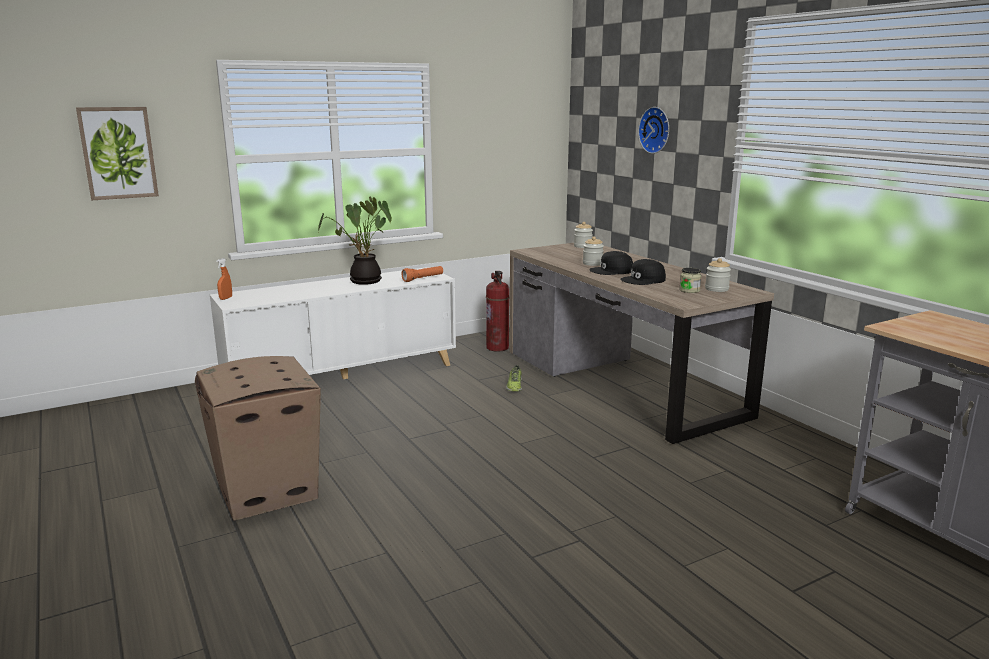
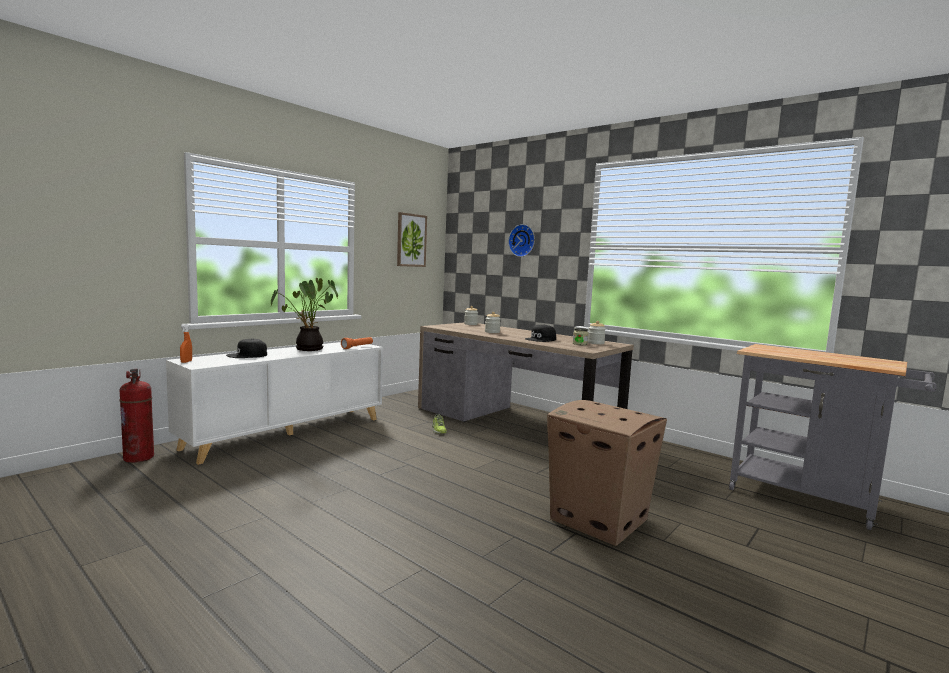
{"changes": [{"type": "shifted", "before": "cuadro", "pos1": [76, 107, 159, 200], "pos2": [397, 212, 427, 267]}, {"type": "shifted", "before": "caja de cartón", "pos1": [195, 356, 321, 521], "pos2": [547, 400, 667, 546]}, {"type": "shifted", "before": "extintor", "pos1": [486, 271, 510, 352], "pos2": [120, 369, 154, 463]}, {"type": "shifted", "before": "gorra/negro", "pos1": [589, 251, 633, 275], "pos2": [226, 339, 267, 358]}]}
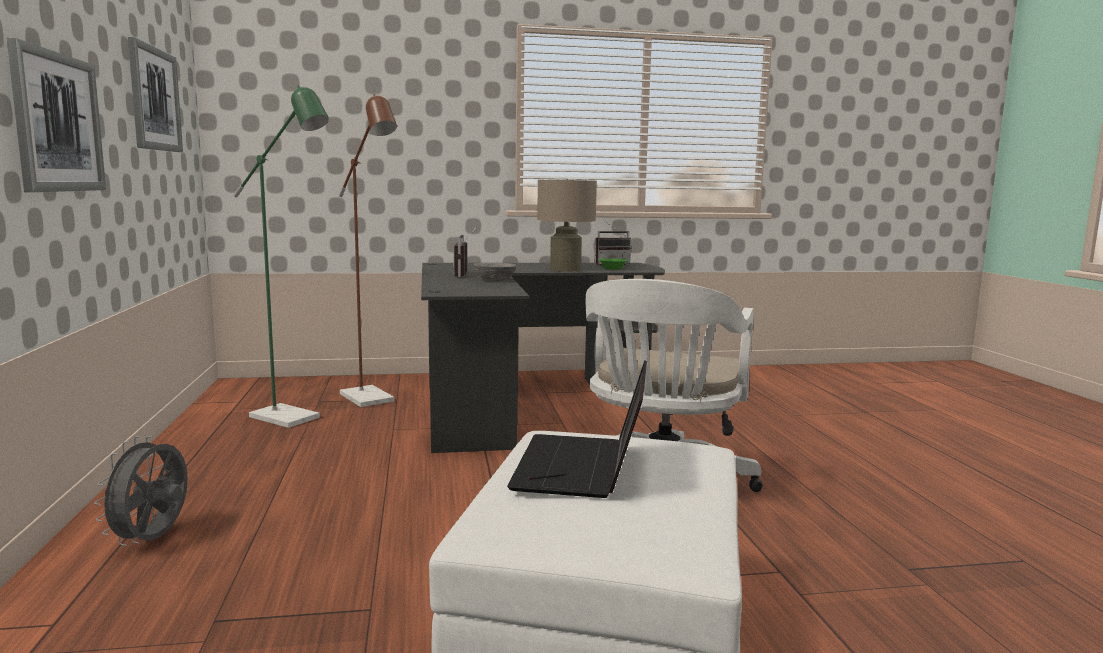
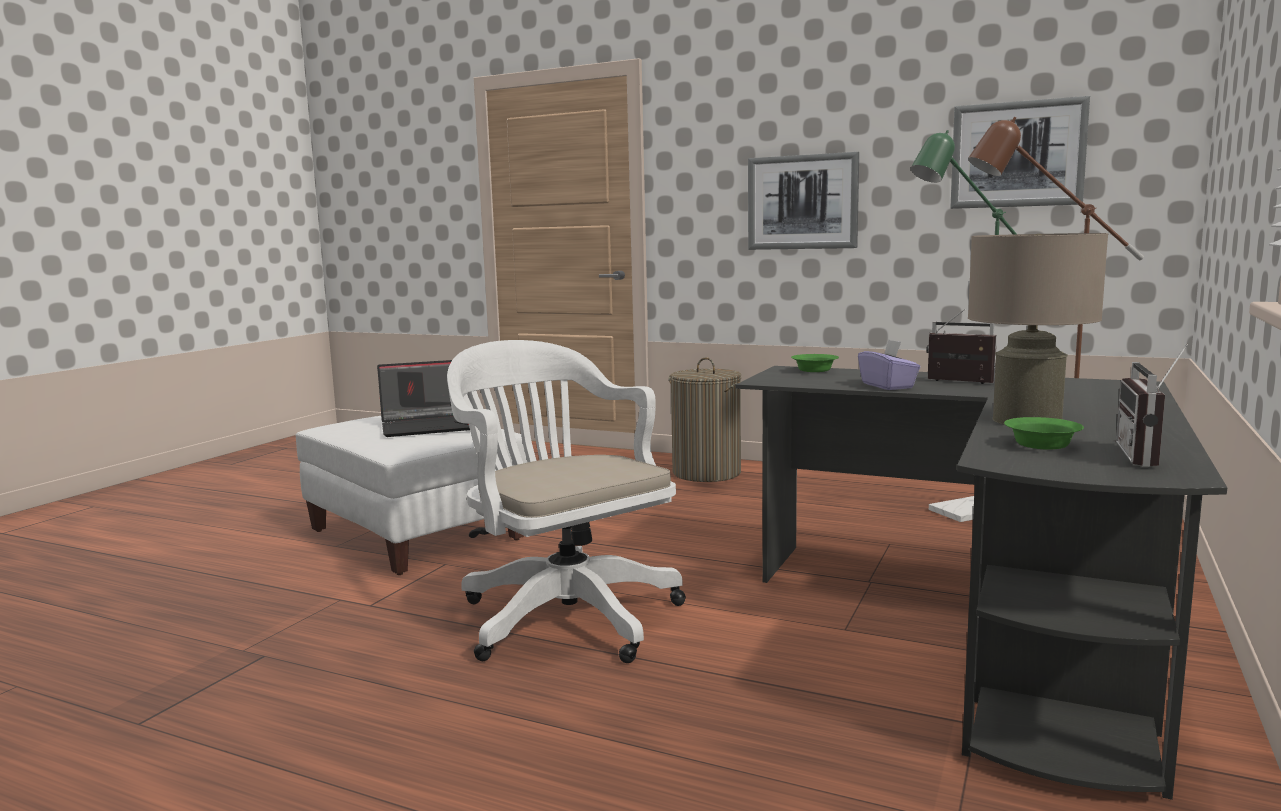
{"changes": [{"type": "new", "after": "cuenco/verde", "pos2": [791, 354, 839, 372]}, {"type": "swapped", "before": "ventilador/gris", "after": "cesto de la ropa", "pos1": [94, 436, 188, 546], "pos2": [669, 357, 741, 482]}, {"type": "swapped", "before": "cuenco/gris", "after": "caja de pañuelos/morado", "pos1": [473, 263, 516, 281], "pos2": [858, 340, 921, 390]}, {"type": "rotated", "before": "portátil", "pos1": [507, 360, 647, 498], "pos2": [377, 360, 470, 437], "turn": 120}]}
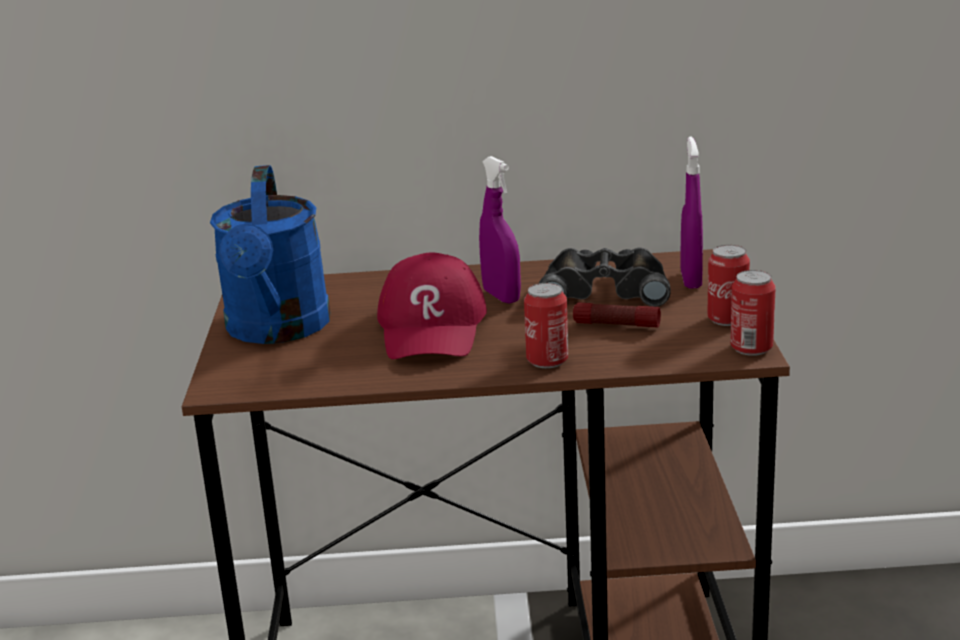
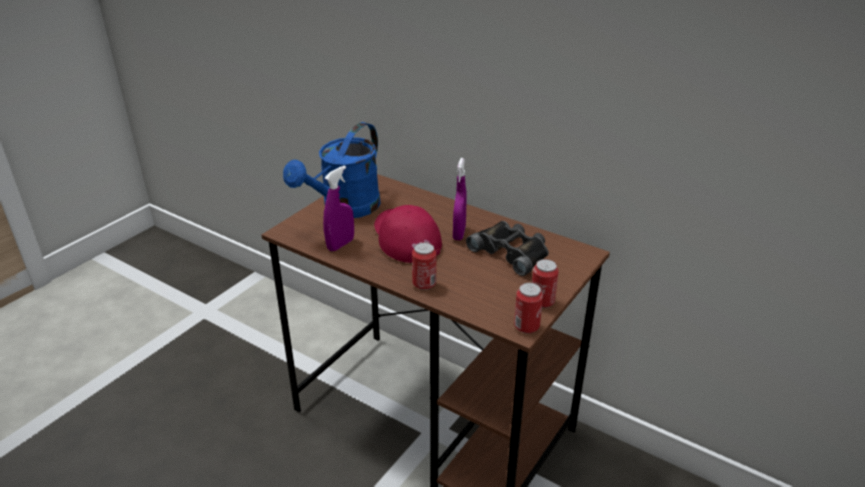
{"changes": [{"type": "gone", "before": "linterna", "pos1": [573, 302, 661, 327]}, {"type": "shifted", "before": "pulverizador/morado", "pos1": [680, 136, 703, 289], "pos2": [323, 165, 354, 251]}, {"type": "rotated", "before": "gorra/rojo", "pos1": [377, 253, 487, 359], "pos2": [374, 205, 442, 263], "turn": 120}]}
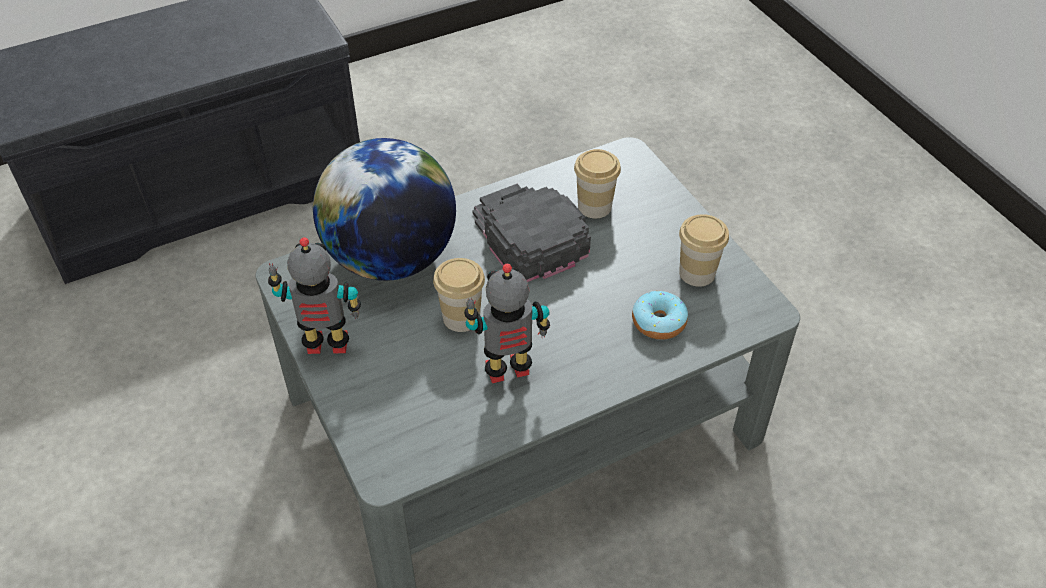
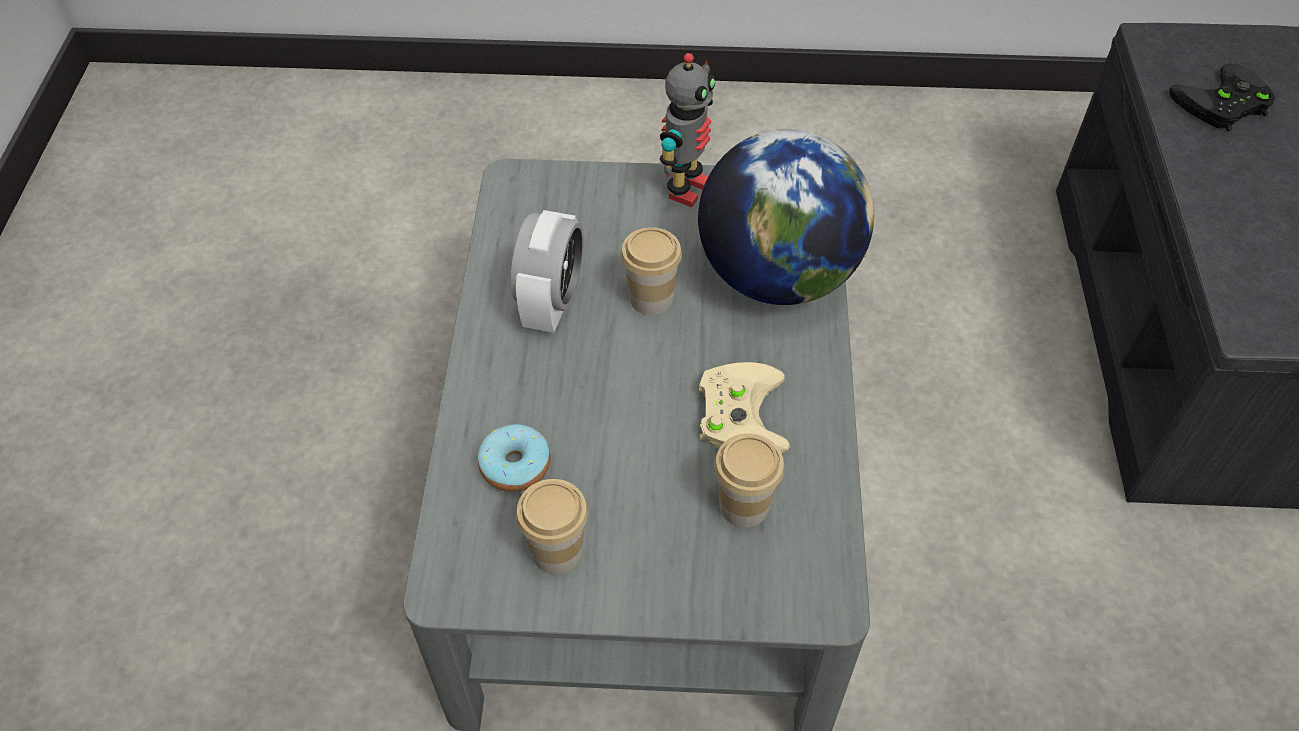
{"changes": [{"type": "new", "after": "mando de consola/negro", "pos2": [1169, 64, 1275, 132]}, {"type": "swapped", "before": "robot de juguete", "after": "despertador", "pos1": [464, 264, 550, 383], "pos2": [511, 210, 584, 333]}, {"type": "swapped", "before": "gorra/negro", "after": "mando de consola/beis", "pos1": [472, 184, 591, 282], "pos2": [699, 362, 790, 454]}]}
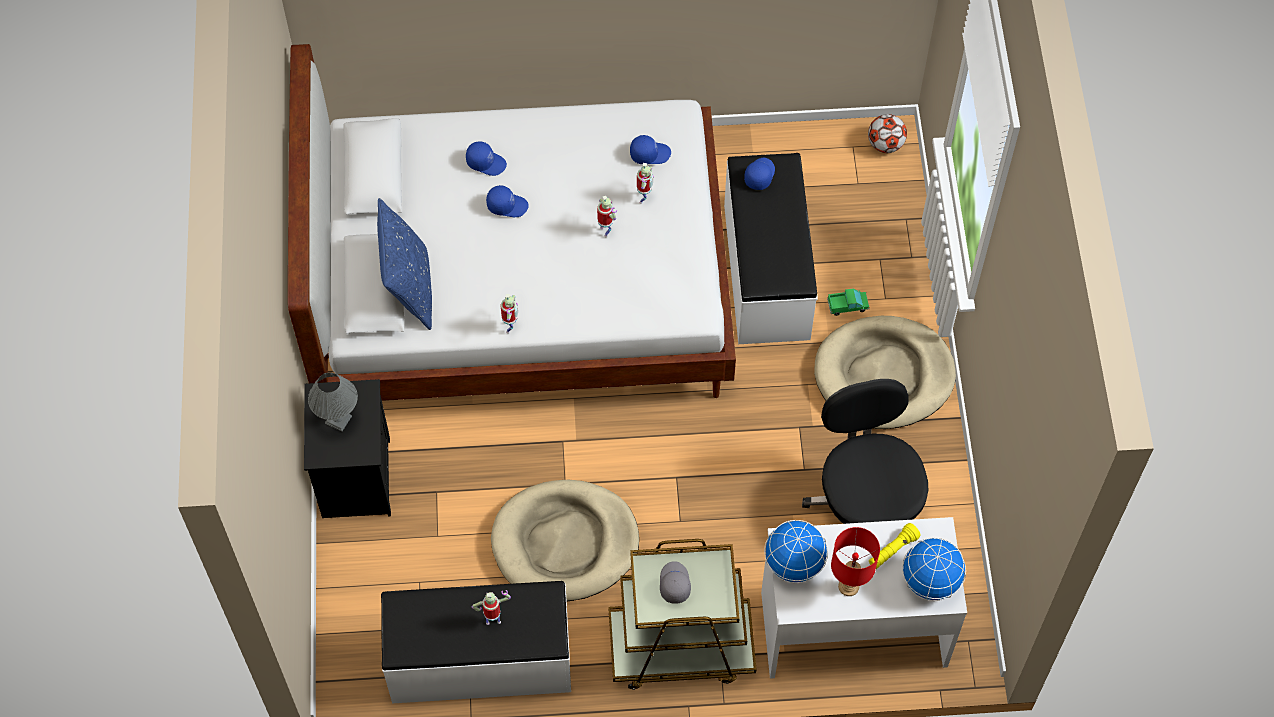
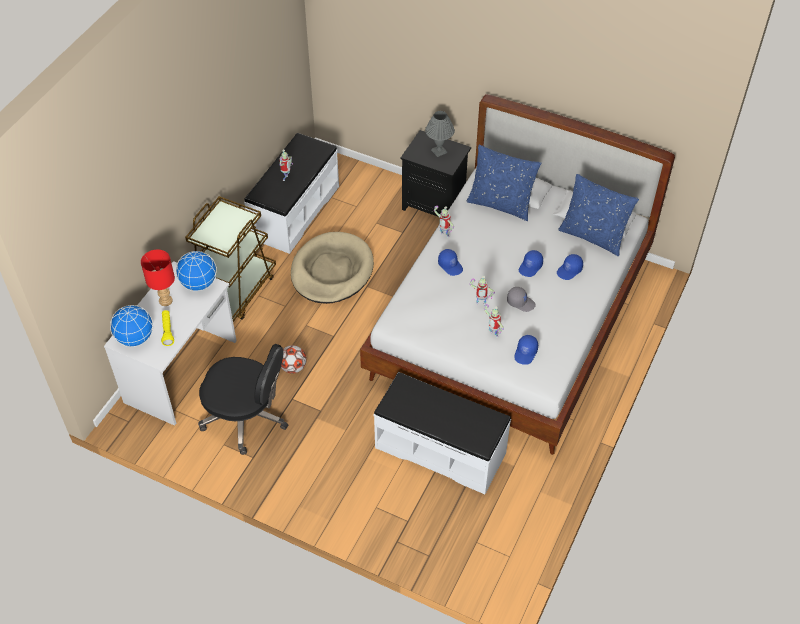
{"changes": [{"type": "gone", "before": "cama para perro/beis", "pos1": [814, 316, 956, 429]}, {"type": "gone", "before": "camión de juguete", "pos1": [827, 289, 869, 316]}, {"type": "new", "after": "cojín/azul", "pos2": [558, 174, 639, 256]}, {"type": "shifted", "before": "gorra/gris", "pos1": [660, 561, 691, 604], "pos2": [507, 287, 536, 312]}, {"type": "shifted", "before": "gorra/azul", "pos1": [744, 158, 775, 190], "pos2": [438, 249, 463, 276]}, {"type": "shifted", "before": "balón de fútbol", "pos1": [868, 114, 907, 153], "pos2": [281, 345, 307, 374]}]}
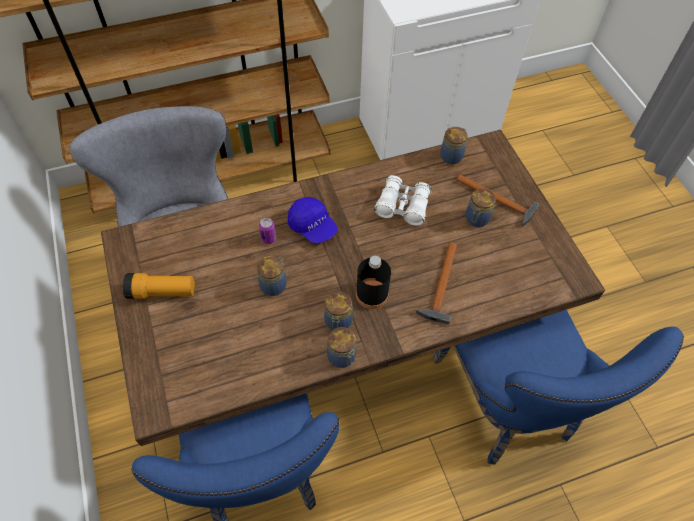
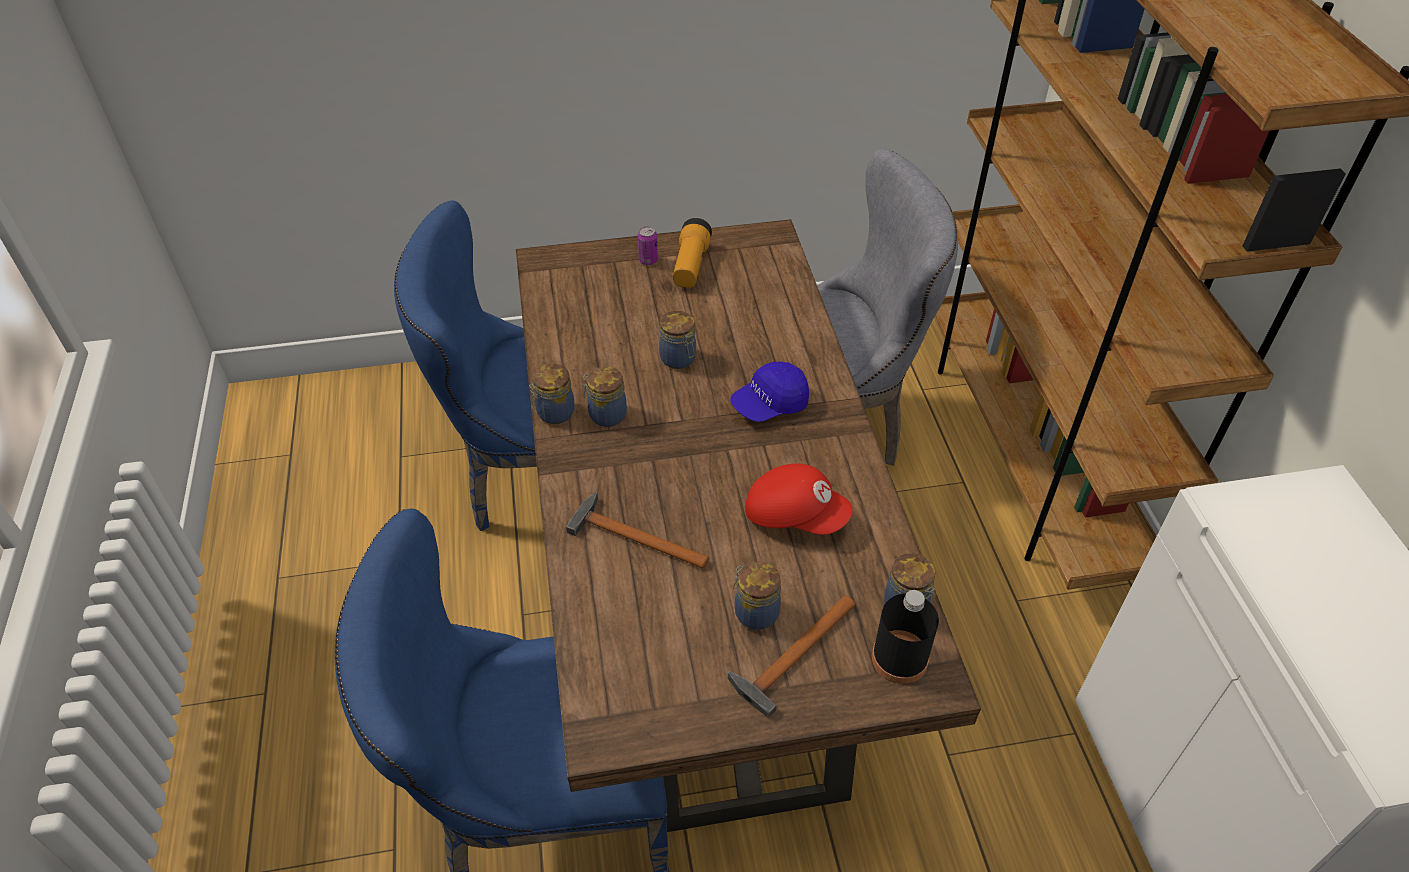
{"changes": [{"type": "shifted", "before": "lata", "pos1": [259, 218, 276, 244], "pos2": [638, 227, 658, 265]}, {"type": "shifted", "before": "botella/negro", "pos1": [356, 256, 391, 309], "pos2": [872, 590, 939, 684]}, {"type": "swapped", "before": "prismáticos/blanco", "after": "gorra/rojo", "pos1": [374, 175, 432, 225], "pos2": [745, 464, 853, 535]}]}
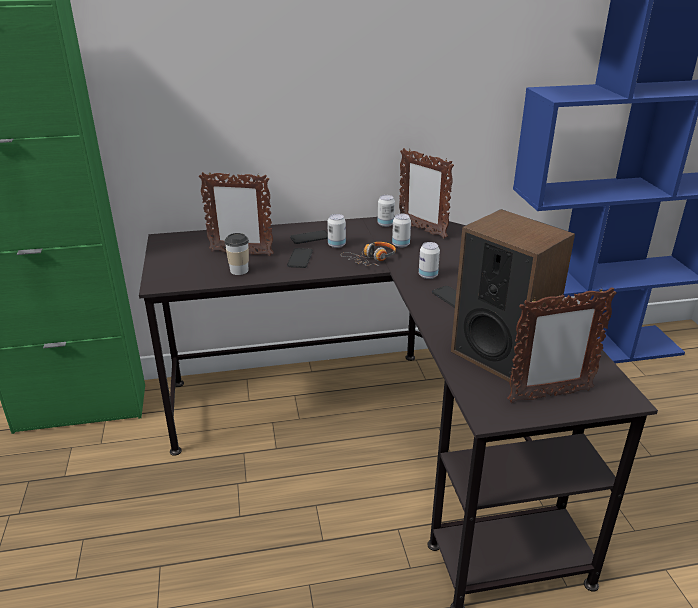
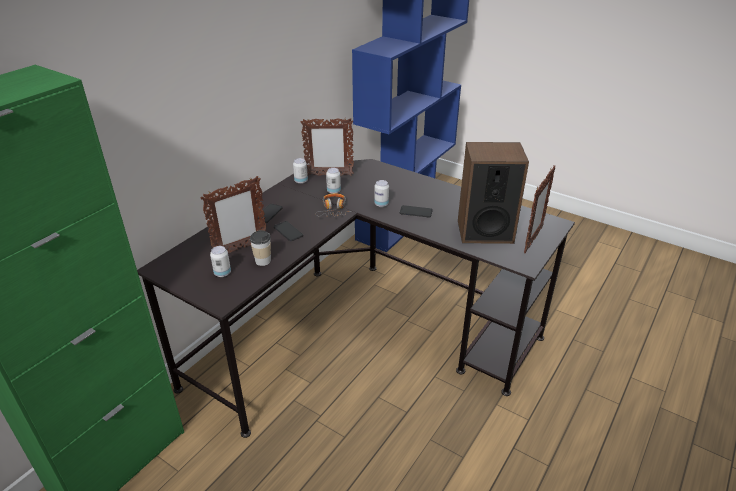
{"changes": [{"type": "shifted", "before": "lata", "pos1": [327, 214, 346, 248], "pos2": [210, 246, 231, 277]}]}
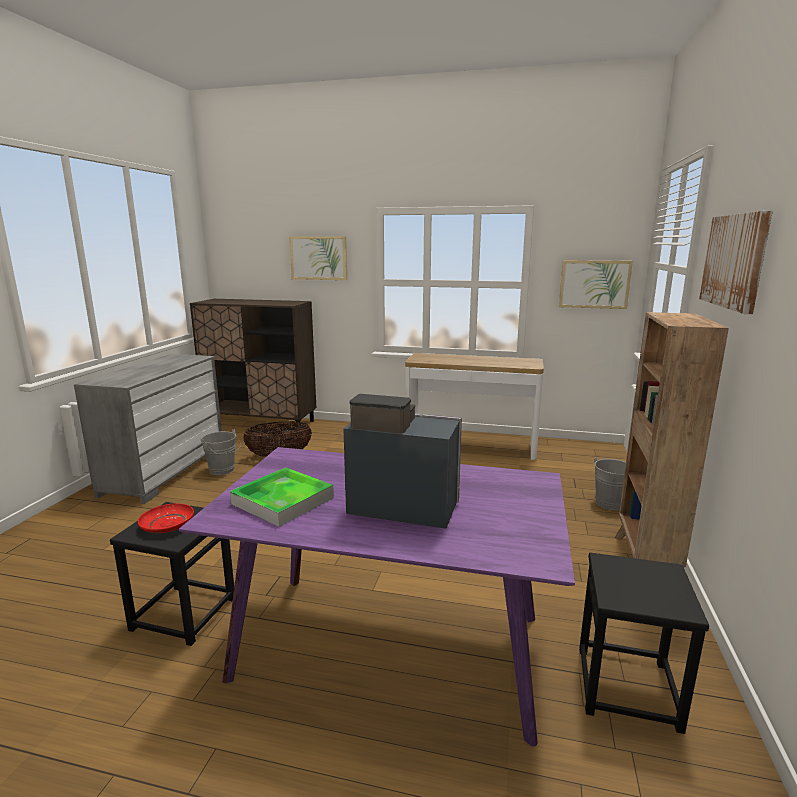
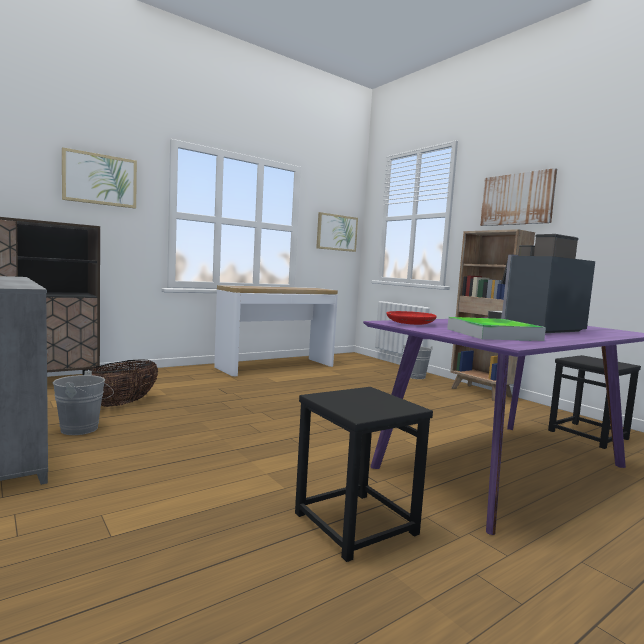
{"changes": [{"type": "shifted", "before": "plato/rojo", "pos1": [138, 503, 194, 533], "pos2": [386, 311, 436, 325]}]}
